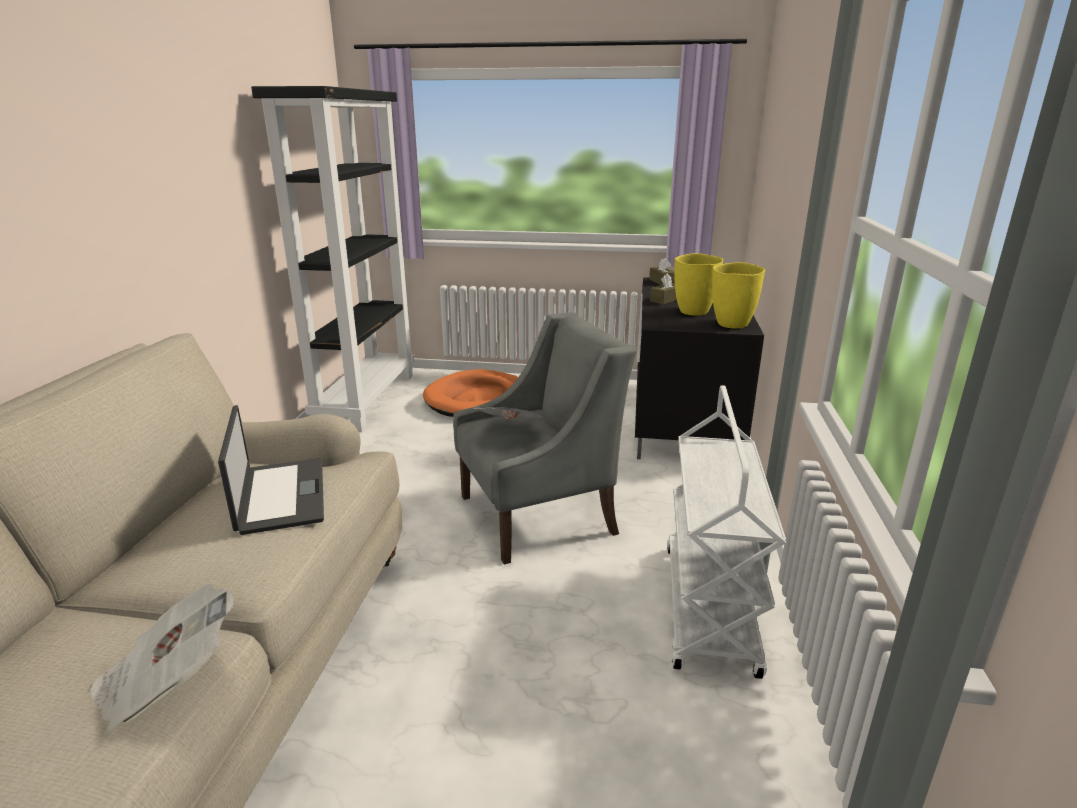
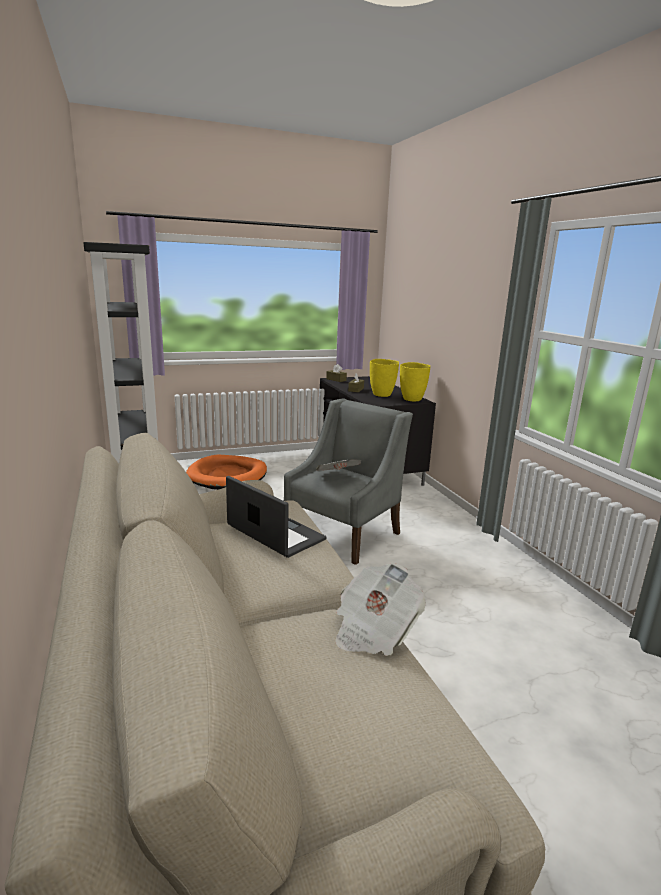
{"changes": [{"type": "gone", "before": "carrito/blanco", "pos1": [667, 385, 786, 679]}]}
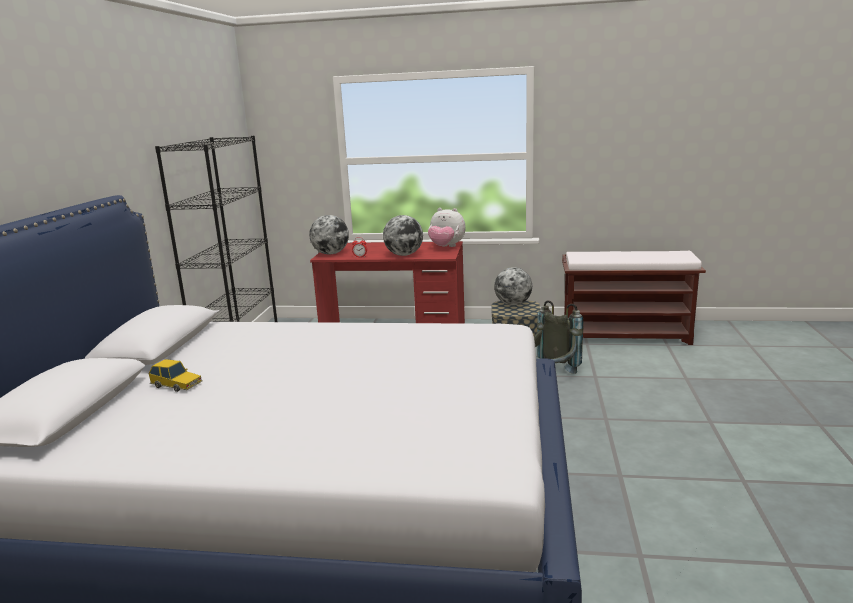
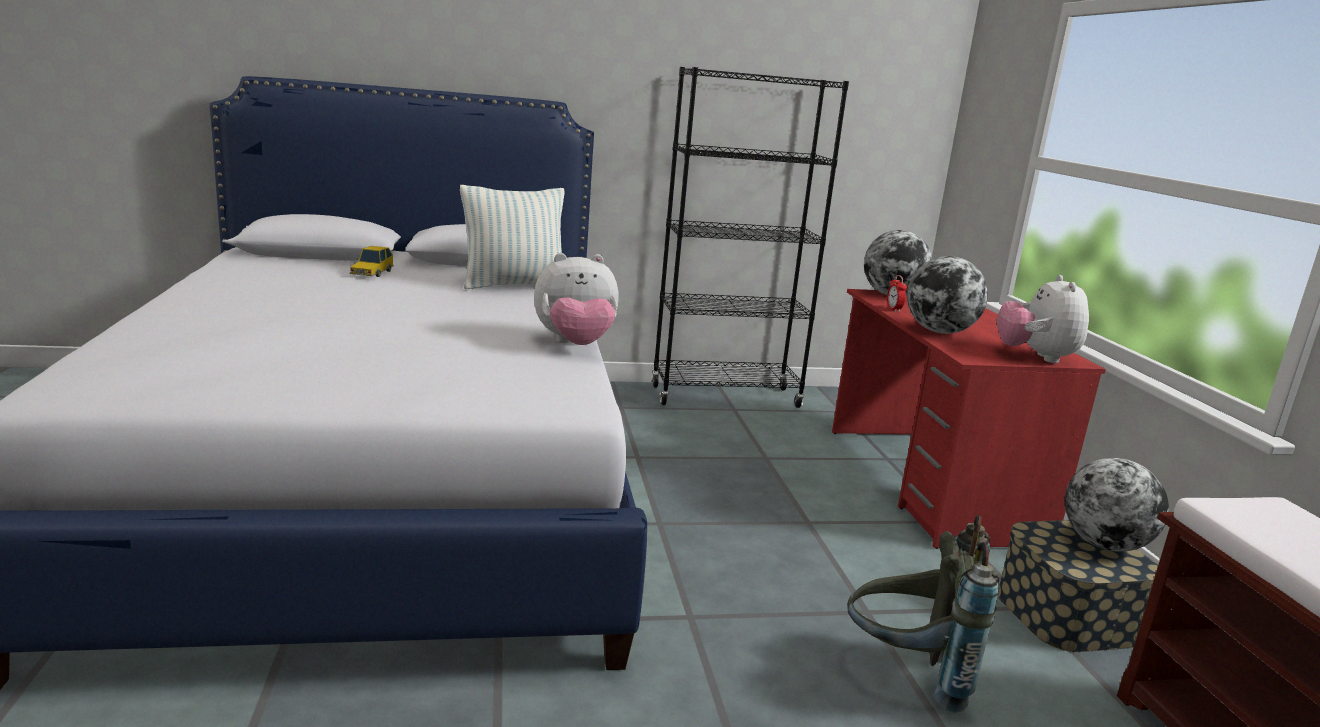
{"changes": [{"type": "new", "after": "cojín", "pos2": [460, 185, 564, 289]}, {"type": "new", "after": "peluche", "pos2": [534, 253, 619, 345]}]}
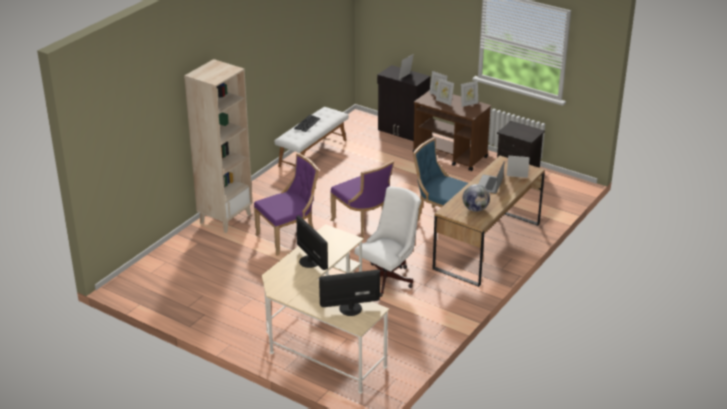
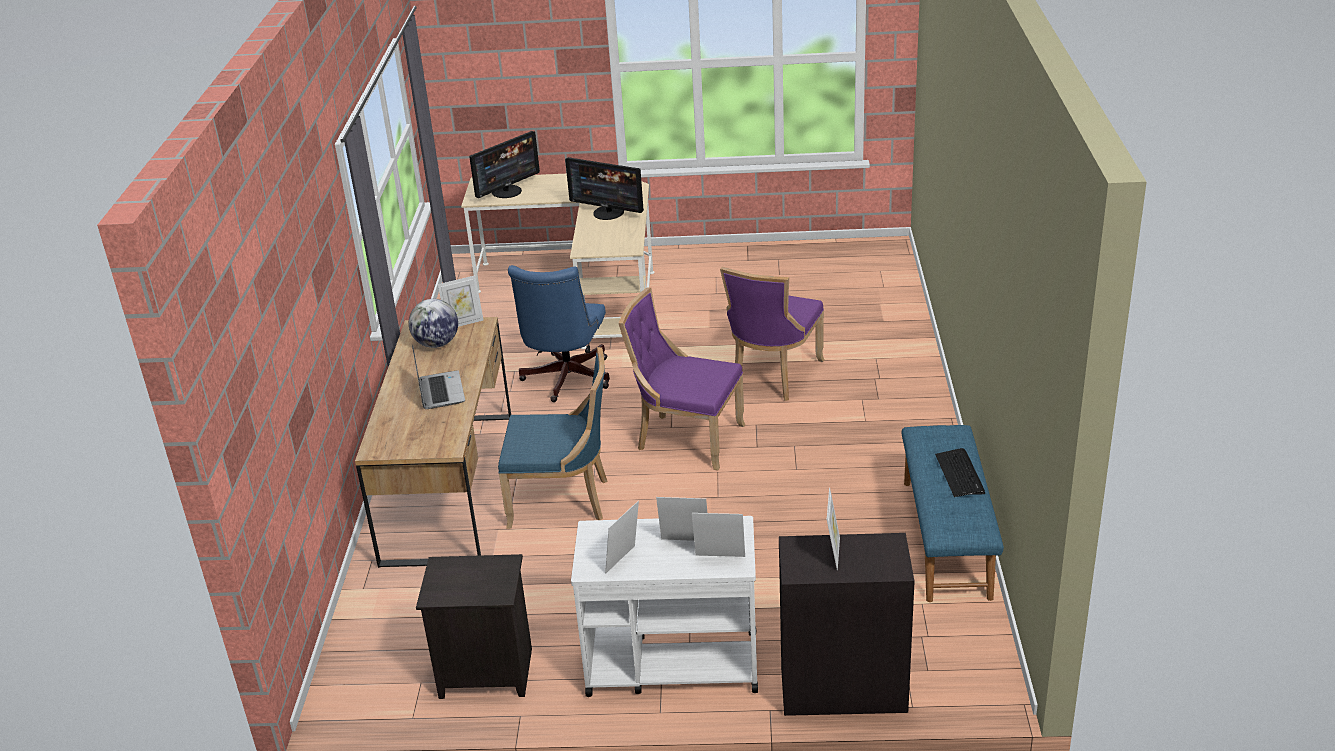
{"changes": [{"type": "gone", "before": "estantería/beis", "pos1": [184, 59, 253, 233]}, {"type": "shifted", "before": "portarretratos", "pos1": [507, 155, 530, 178], "pos2": [438, 275, 483, 327]}, {"type": "repainted", "before": "banco/blanco", "after": "banco/azul", "pos1": [274, 107, 349, 167], "pos2": [902, 425, 1004, 602]}, {"type": "repainted", "before": "silla de oficina/blanco", "after": "silla de oficina/azul", "pos1": [354, 186, 421, 297], "pos2": [508, 265, 610, 402]}, {"type": "repainted", "before": "carrito/marrón", "after": "carrito/blanco", "pos1": [413, 90, 491, 171], "pos2": [571, 516, 758, 697]}]}
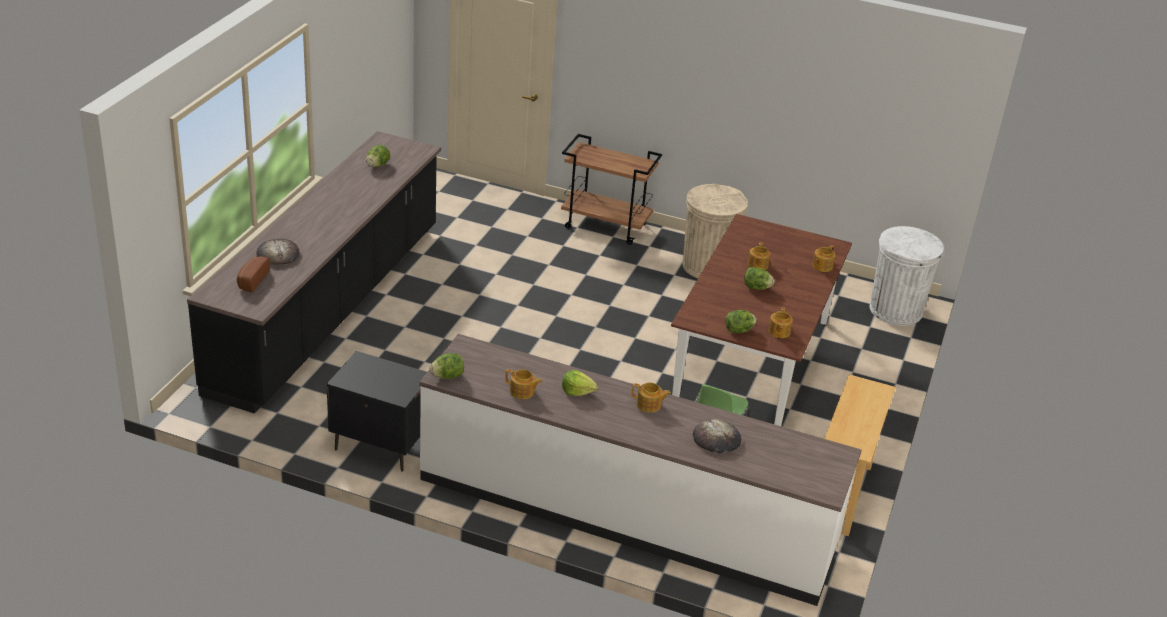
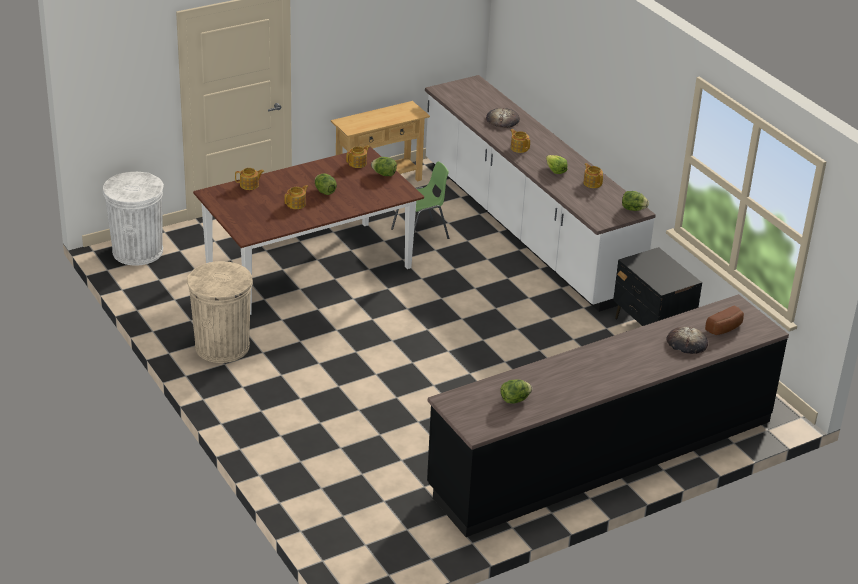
{"changes": [{"type": "gone", "before": "carrito/marrón", "pos1": [561, 134, 662, 245]}]}
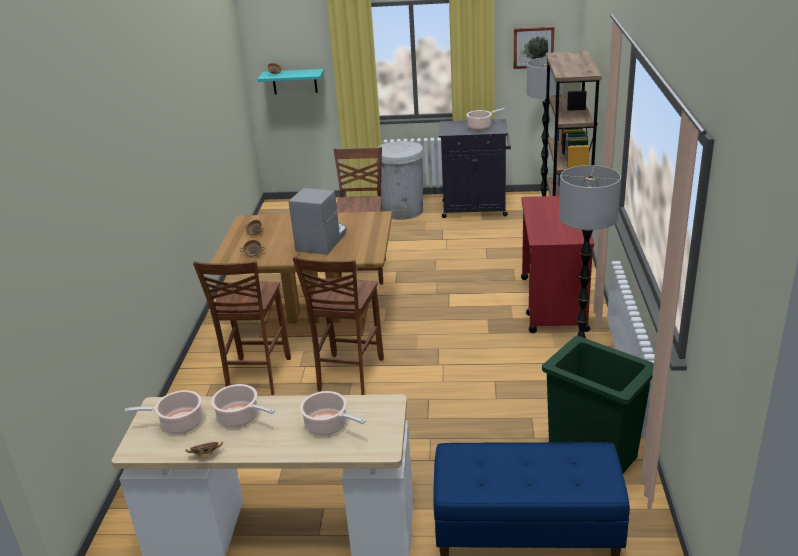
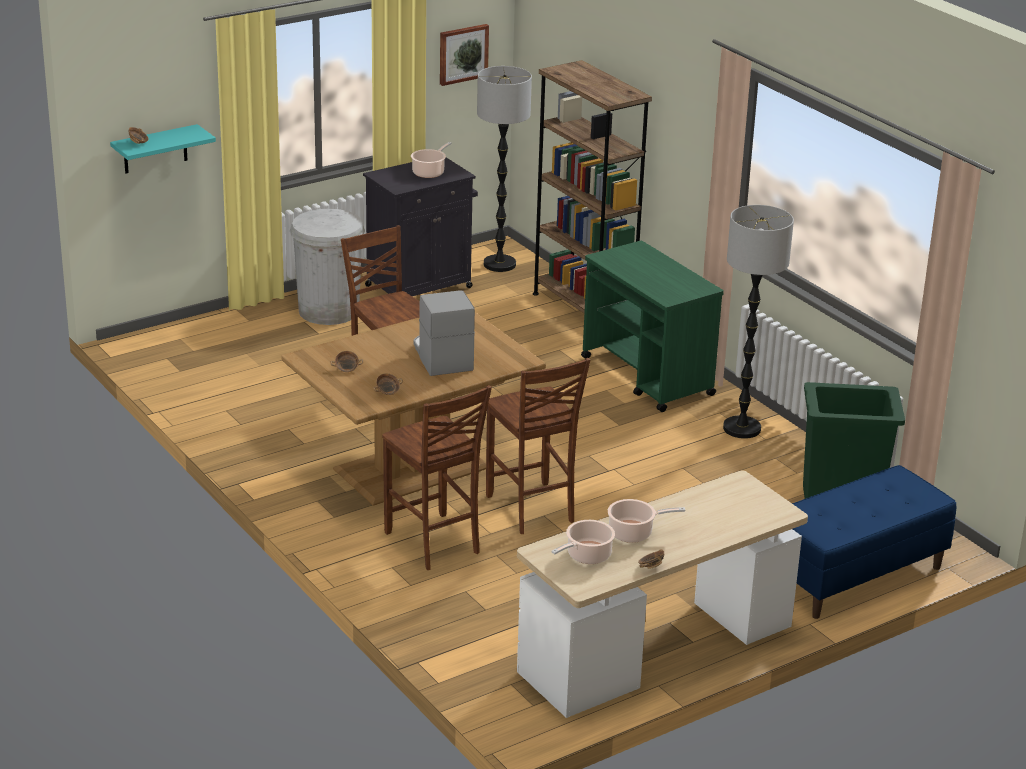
{"changes": [{"type": "gone", "before": "olla", "pos1": [300, 391, 366, 436]}, {"type": "repainted", "before": "carrito/rojo", "after": "carrito/verde", "pos1": [521, 196, 594, 333], "pos2": [581, 241, 724, 412]}]}
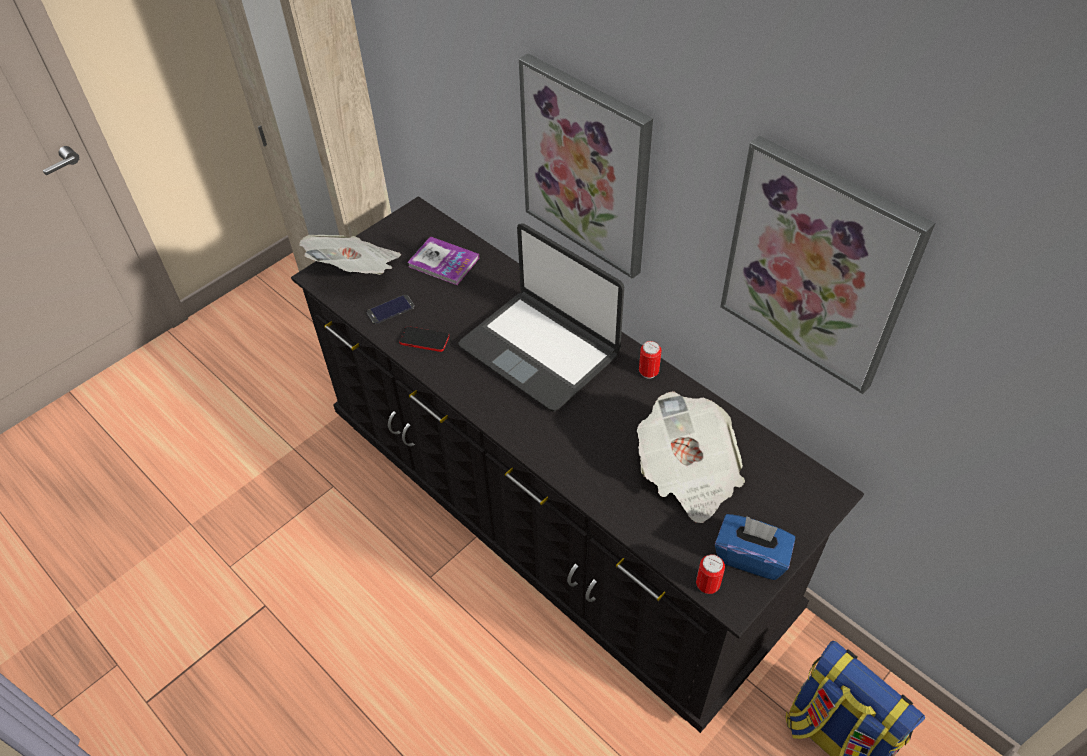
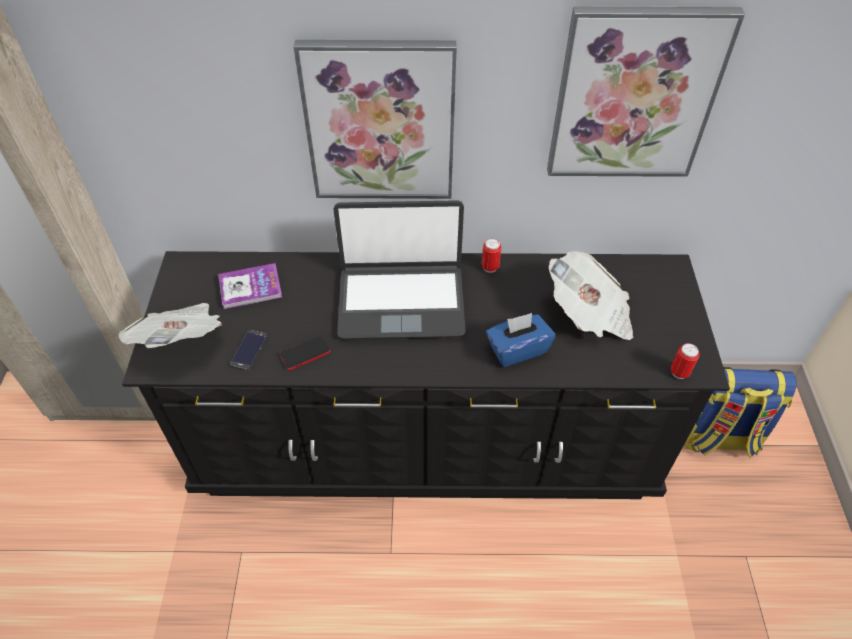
{"changes": [{"type": "shifted", "before": "caja de pañuelos/azul", "pos1": [715, 514, 795, 580], "pos2": [486, 313, 555, 367]}]}
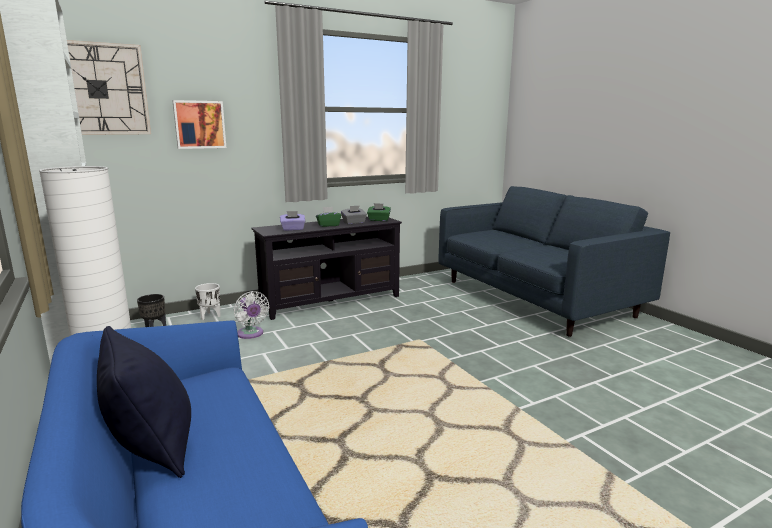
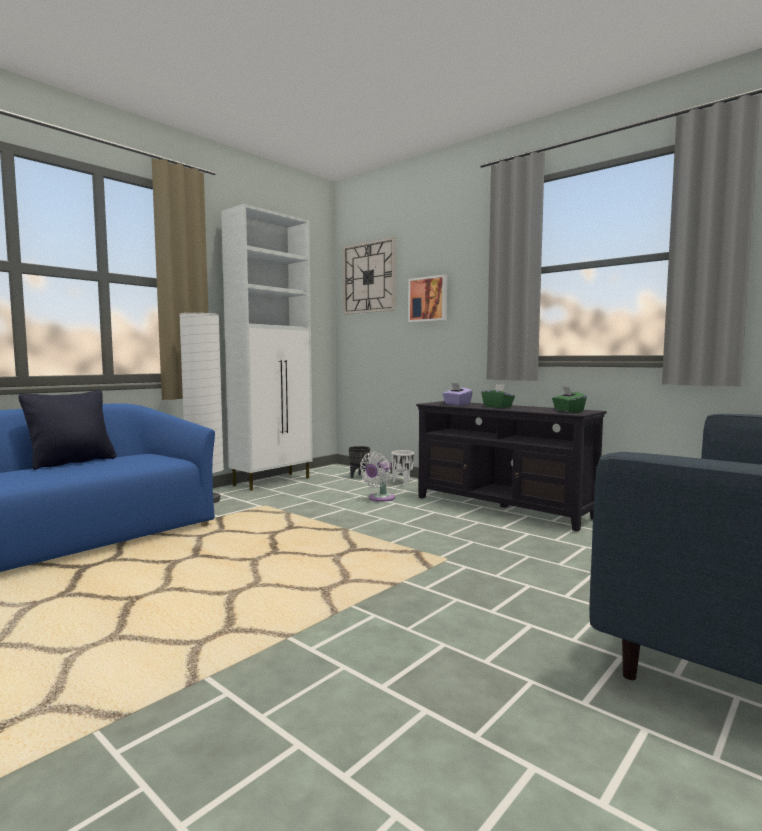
{"changes": [{"type": "gone", "before": "caja de pañuelos/gris", "pos1": [341, 205, 367, 224]}]}
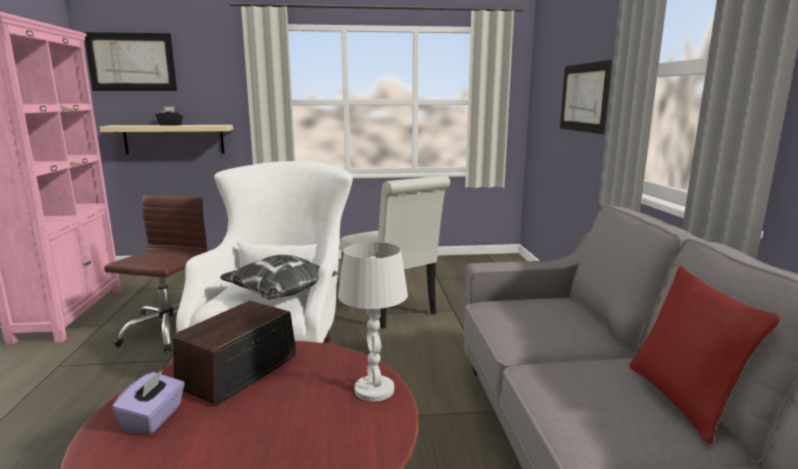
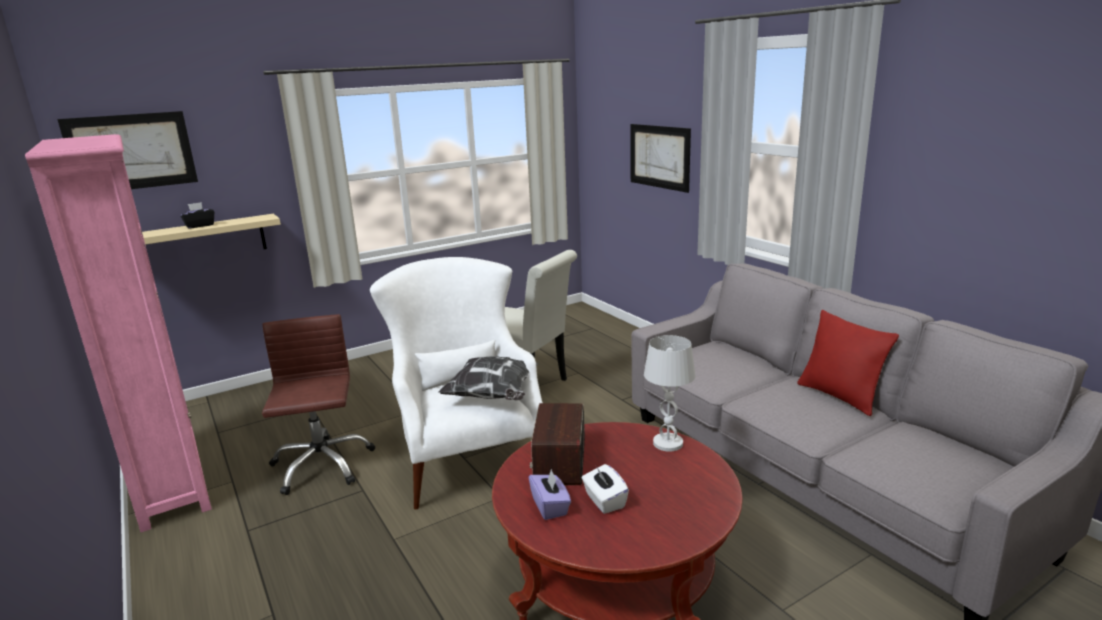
{"changes": [{"type": "new", "after": "caja de pañuelos/blanco", "pos2": [582, 464, 629, 514]}]}
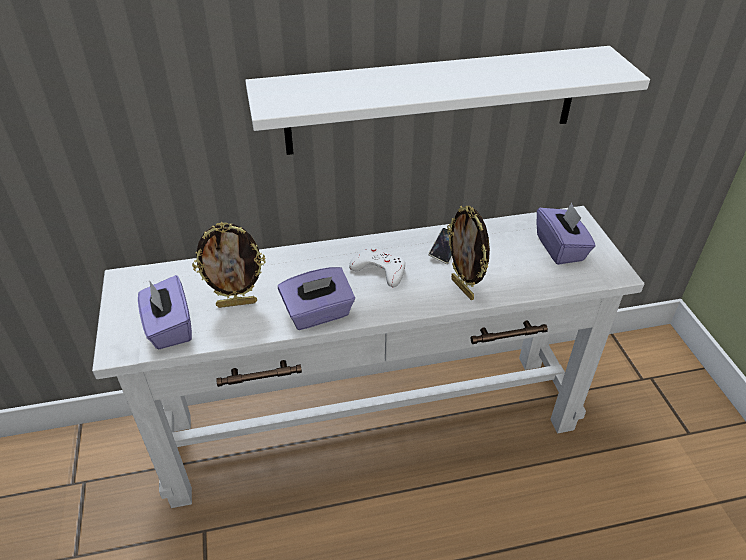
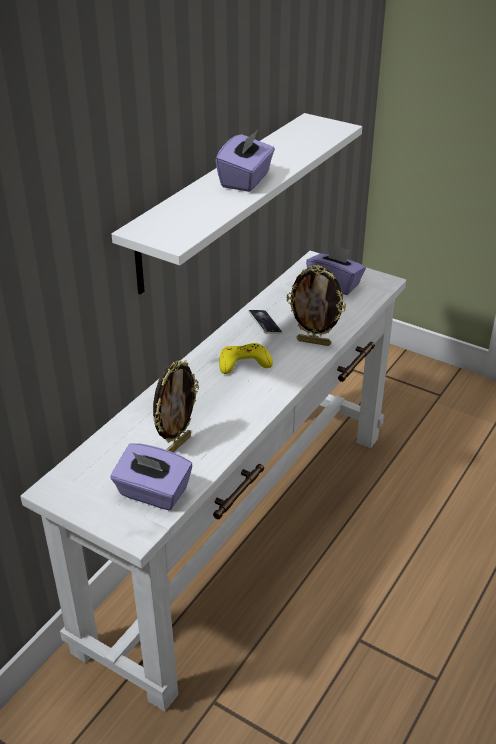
{"changes": [{"type": "shifted", "before": "caja de pañuelos/morado", "pos1": [278, 267, 355, 330], "pos2": [215, 130, 275, 192]}, {"type": "repainted", "before": "mando de consola/blanco", "after": "mando de consola/amarillo", "pos1": [349, 247, 405, 287], "pos2": [219, 343, 273, 374]}]}
